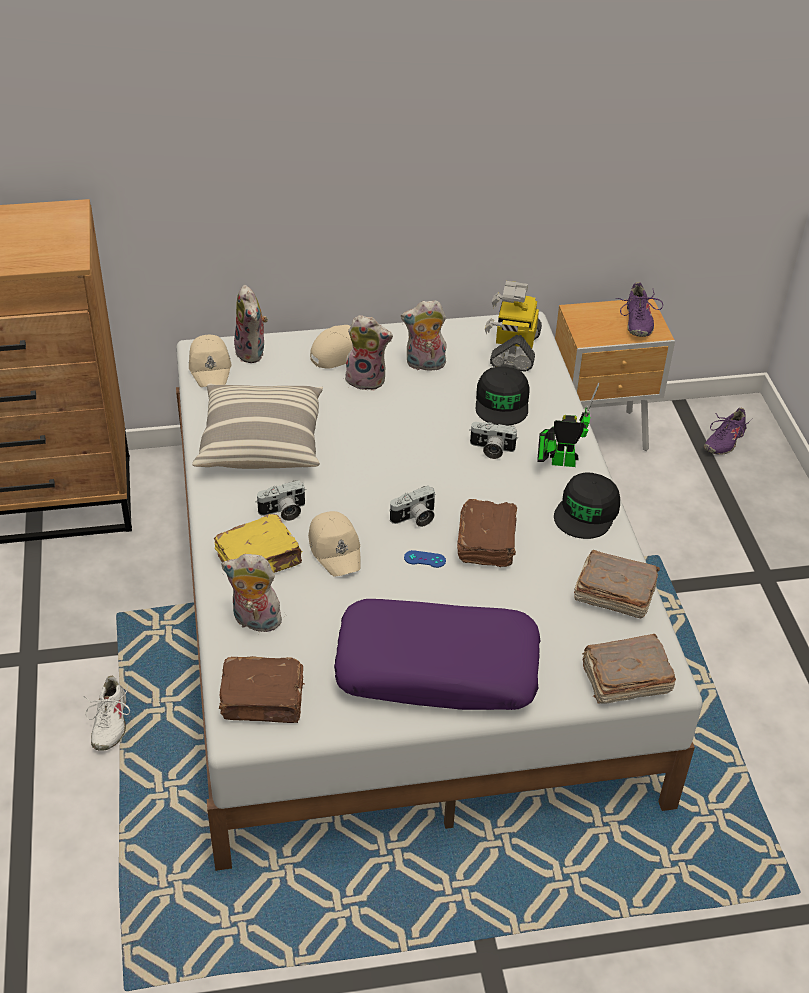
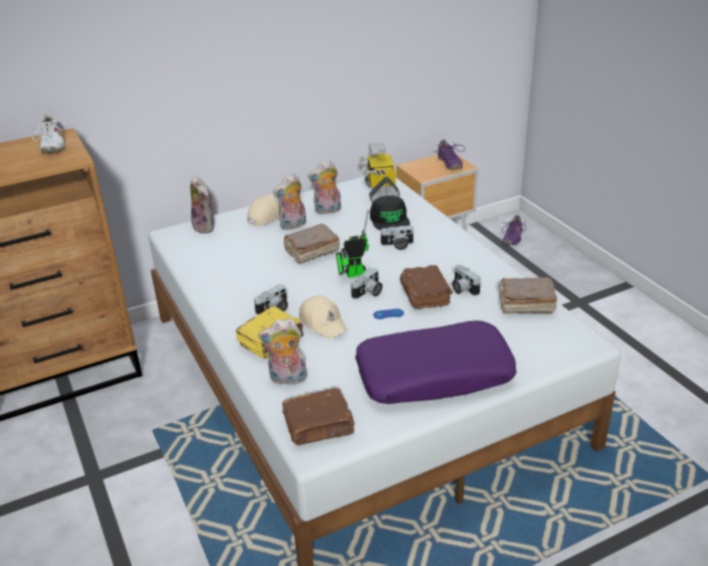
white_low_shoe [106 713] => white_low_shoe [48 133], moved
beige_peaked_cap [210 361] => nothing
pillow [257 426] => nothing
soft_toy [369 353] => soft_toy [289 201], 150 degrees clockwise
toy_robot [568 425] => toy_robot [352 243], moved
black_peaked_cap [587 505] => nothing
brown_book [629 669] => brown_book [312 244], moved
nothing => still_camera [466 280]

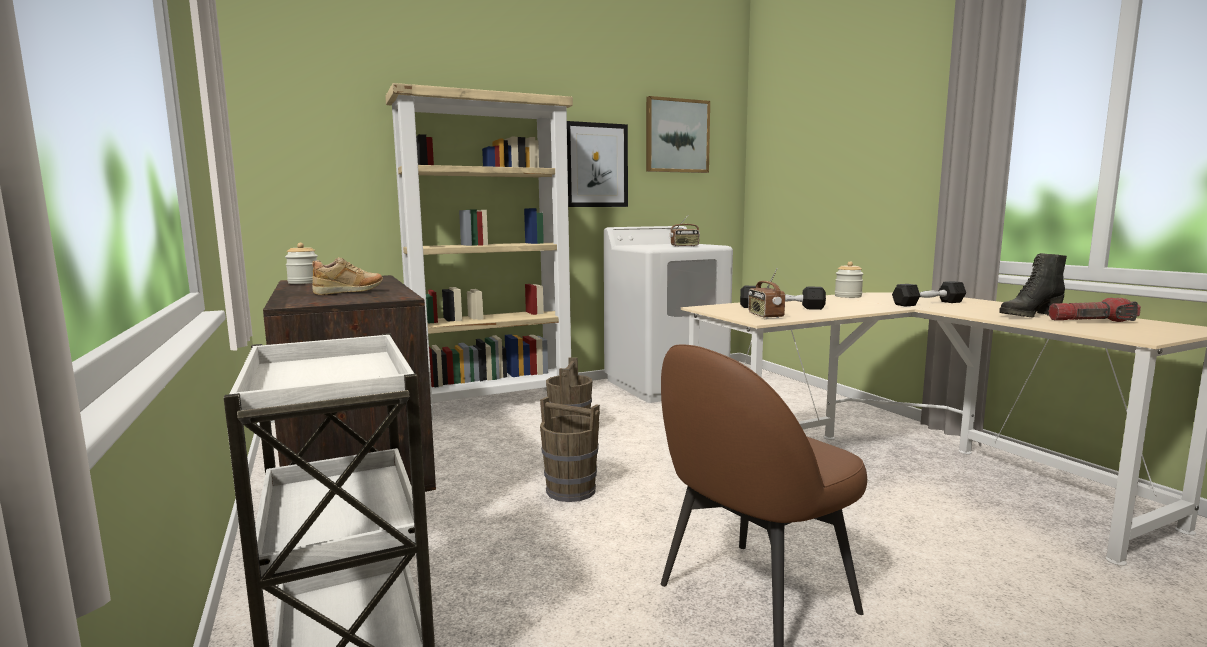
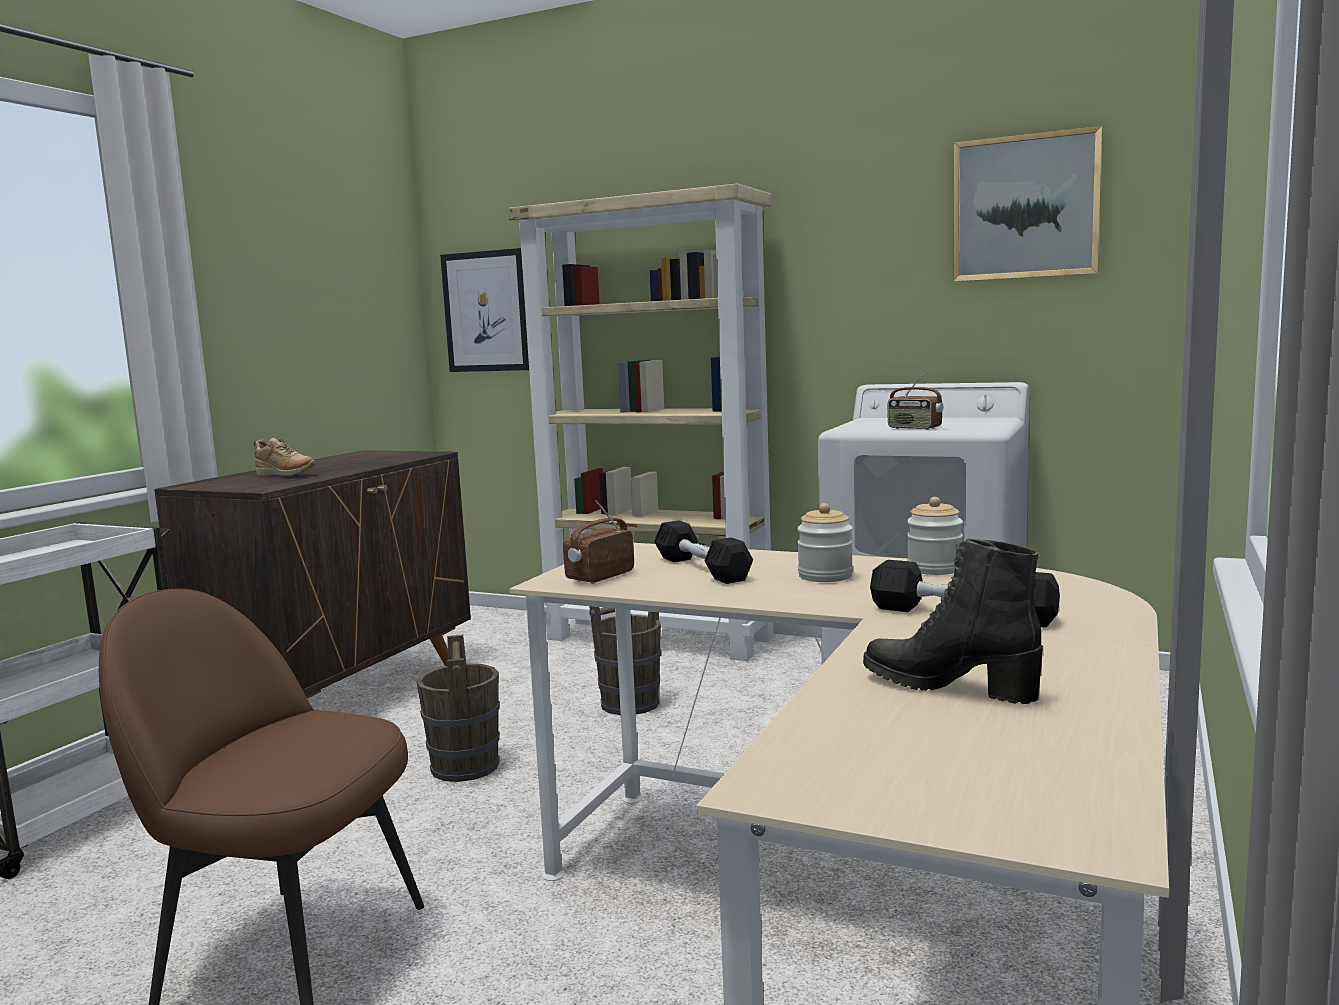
storage_jar [301 263] => storage_jar [825 542], moved
wall_art [597 164] => wall_art [484 310], moved
torch [1095 310] => nothing

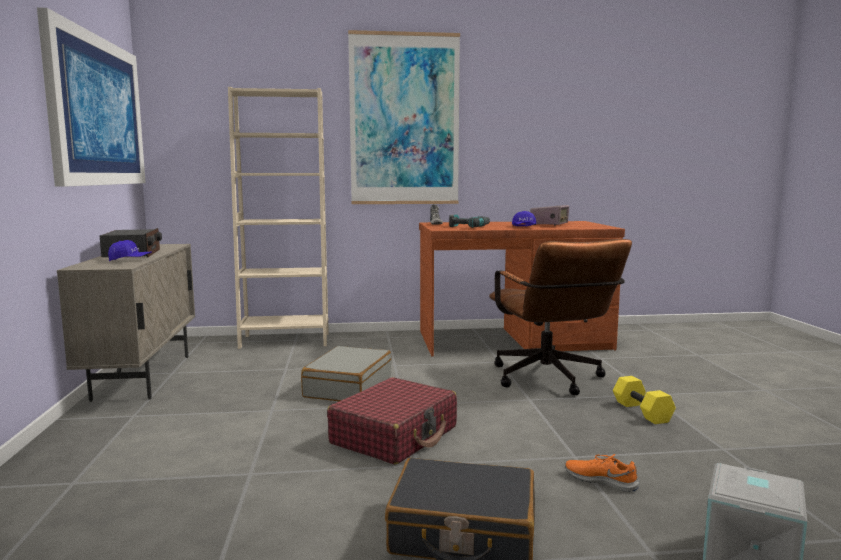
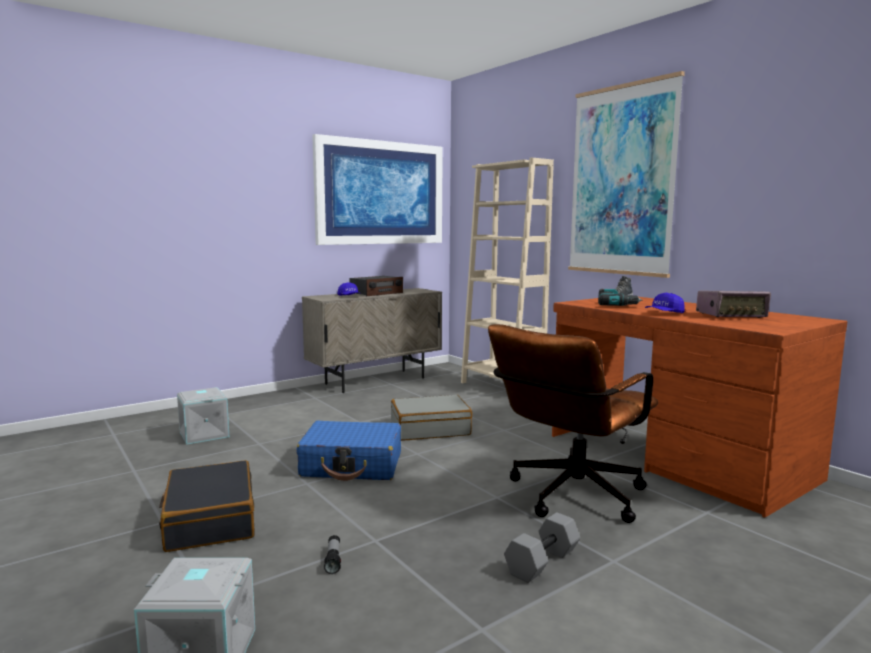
red_suitcase [392 421] => blue_suitcase [348 451]
orangey_low_shoe [602 473] => torch [332 554]
yellow-coloured_free_weight [644 400] => grey_free_weight [542 547]
nothing => grey_storage_container [203 416]

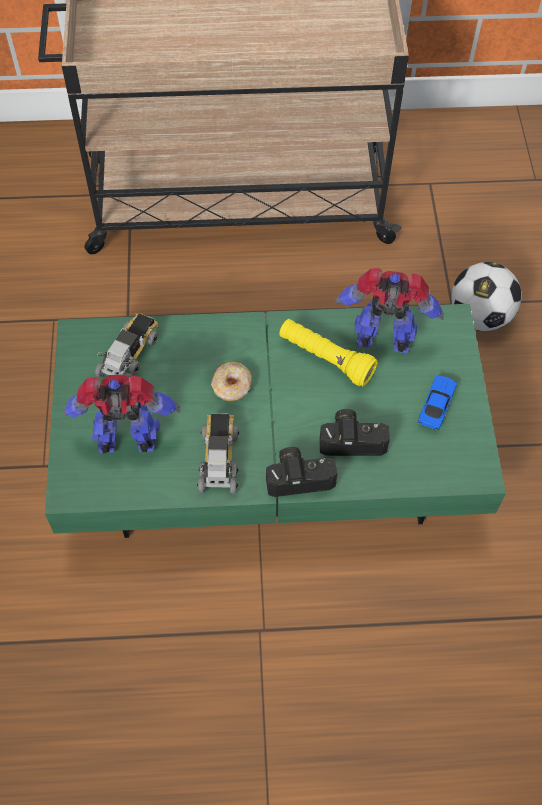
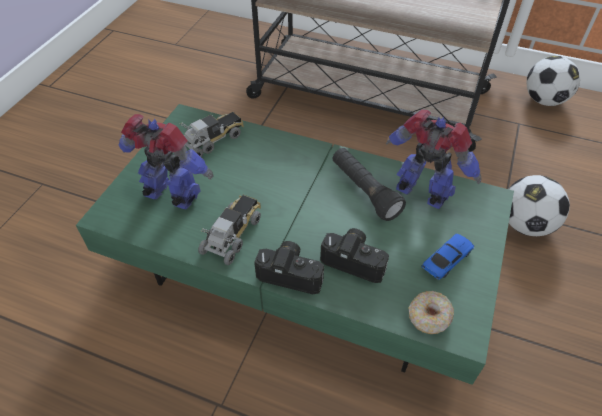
doughnut [231 382] => doughnut [431 312], moved
yellow-coloured_torch [328 352] => black_torch [369 184]
nothing => football_ball [553 81]

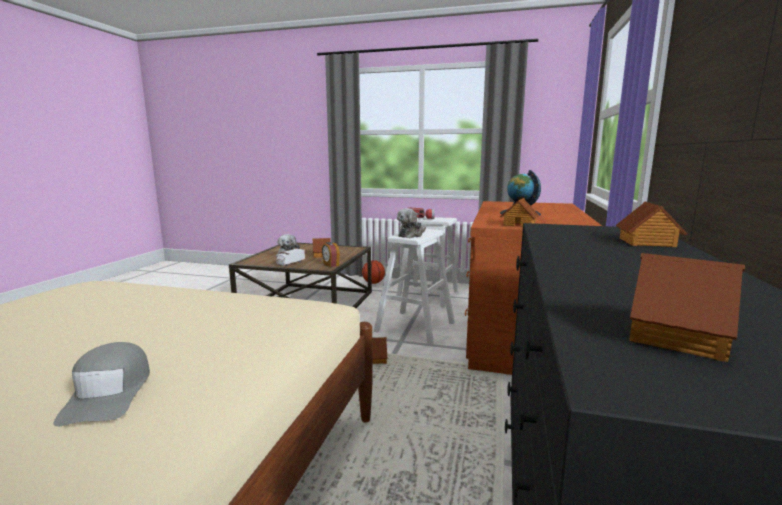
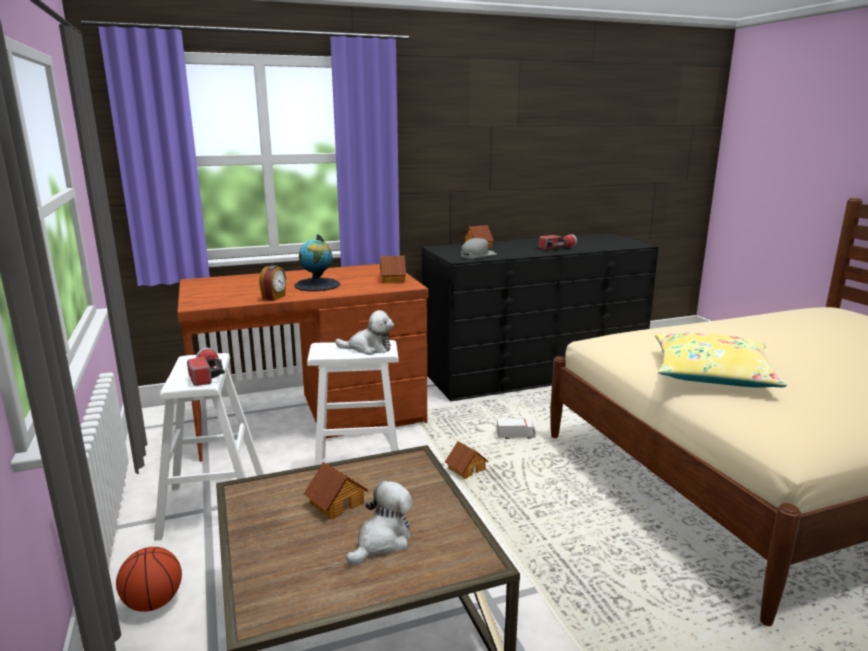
grey_peaked_cap [102 384] => grey_peaked_cap [479 248], moved
model_truck [290 257] => model_truck [516 429], moved
table_clock [331 254] => table_clock [272 283], moved
model_house [687 307] => nothing
nothing => torch [558 242]
nothing => yellow-coloured_pillow [721 360]

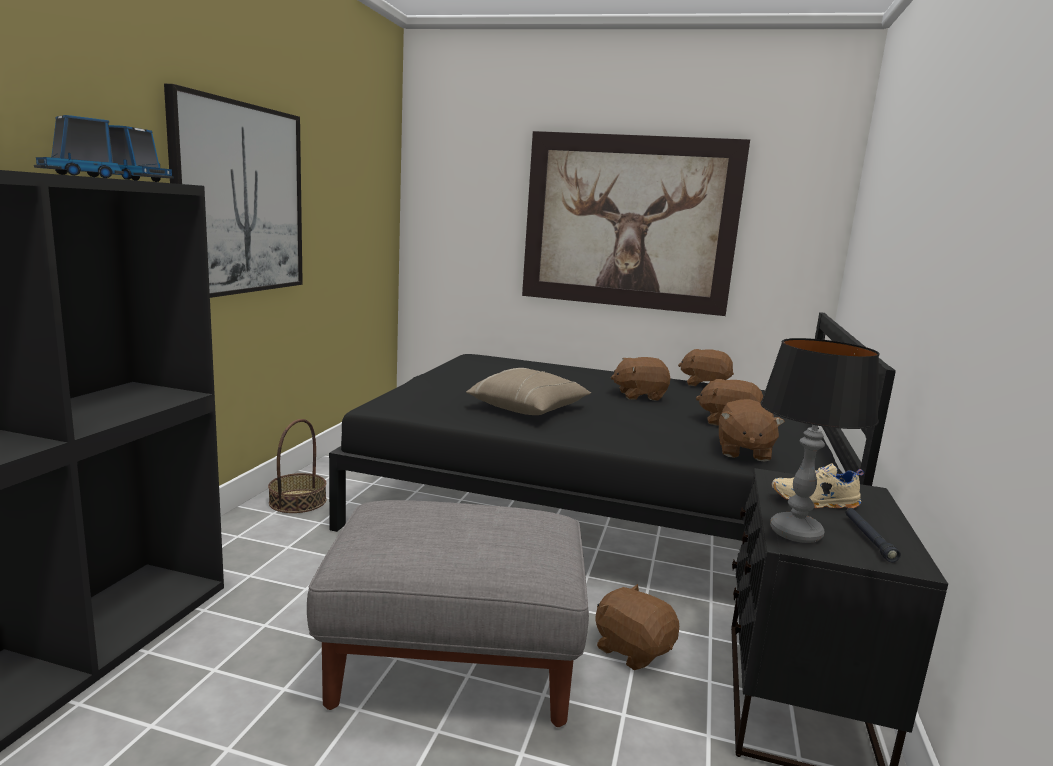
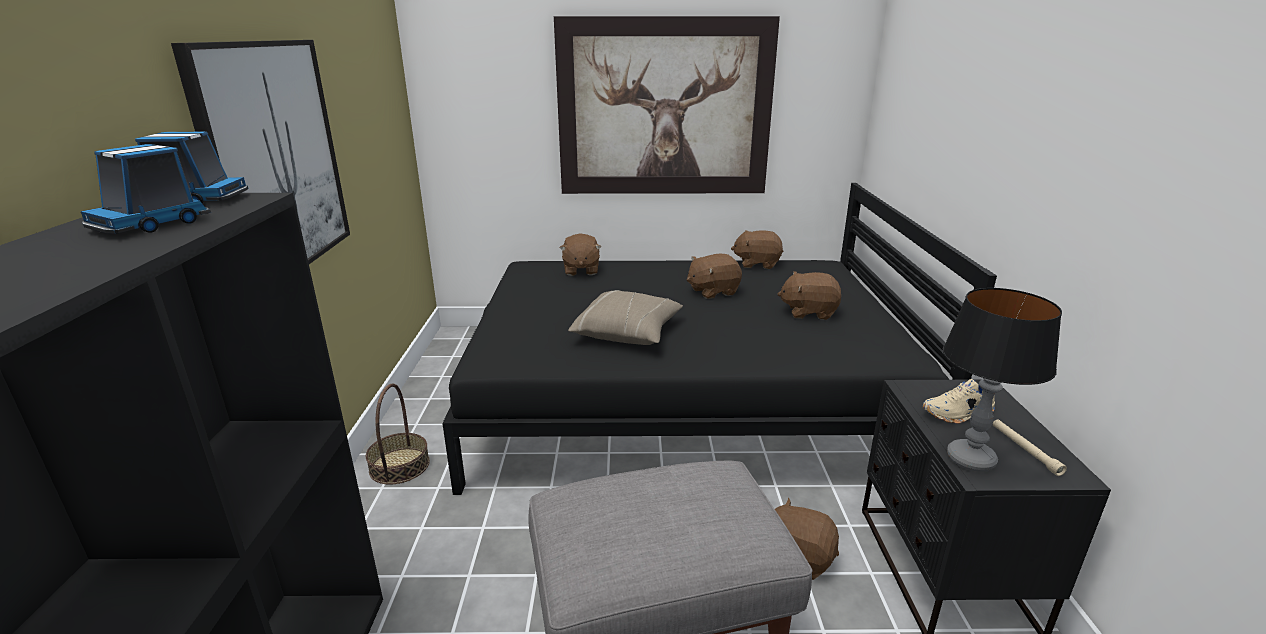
brown_soft_toy [752 430] => brown_soft_toy [580 254], moved
black_torch [873 535] => beige_torch [1030 447]

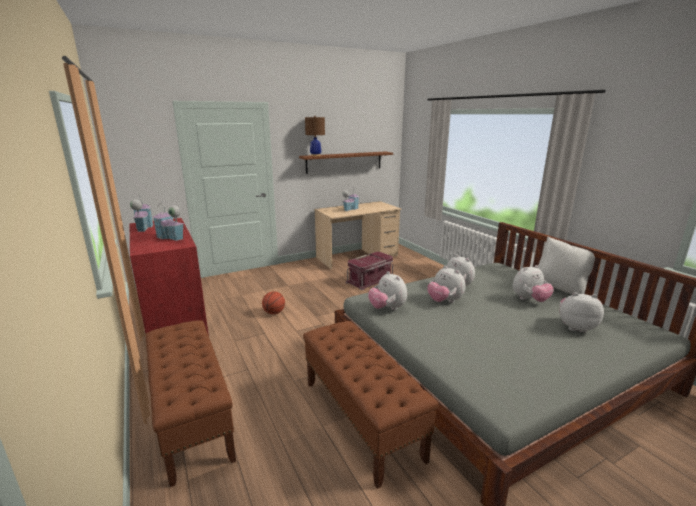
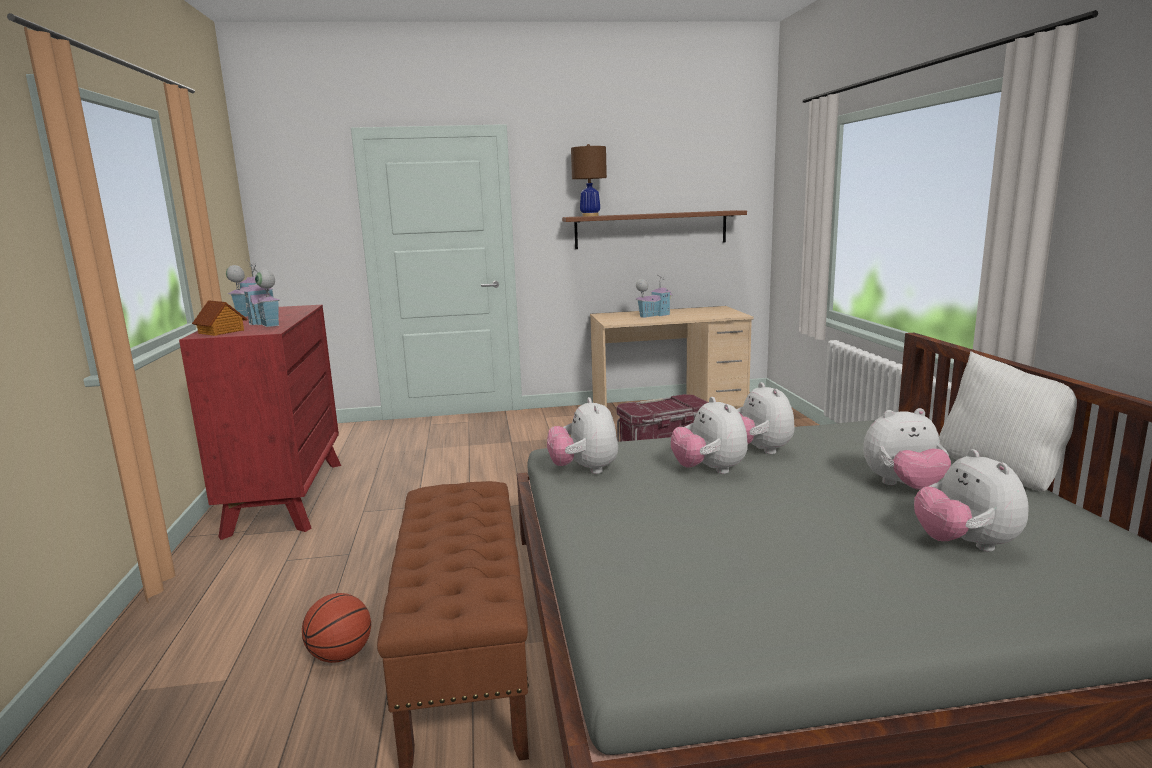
brown_bench [191 403] => nothing
basketball [273 302] => basketball [336 628], moved
soft_toy [581 312] => soft_toy [971 500], 135 degrees counterclockwise
nothing => model_house [219 318]

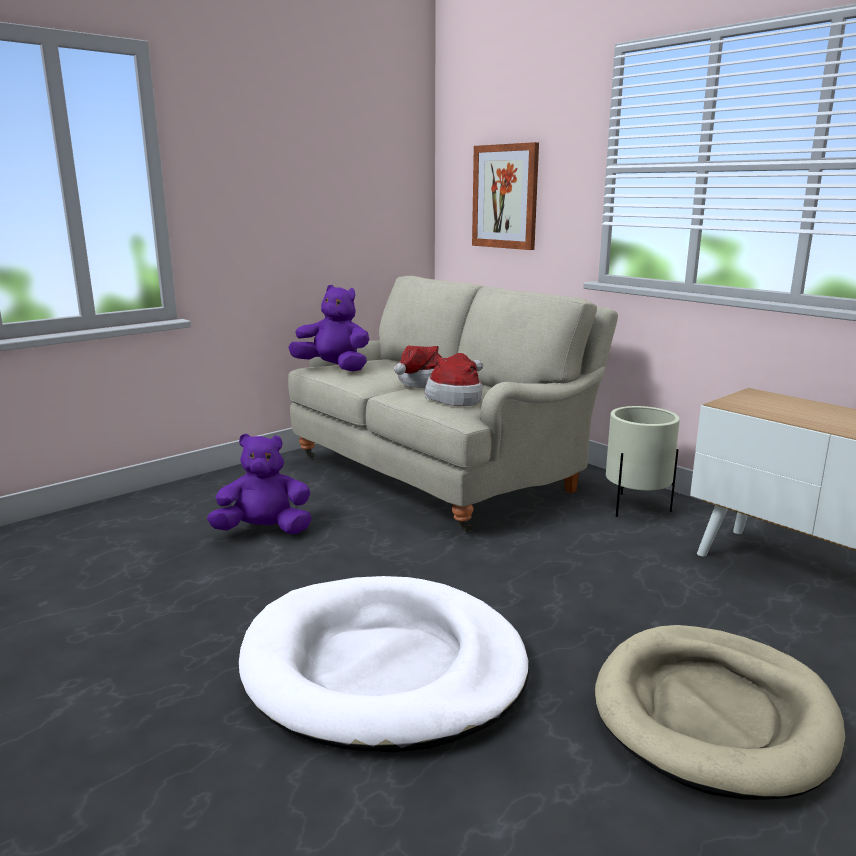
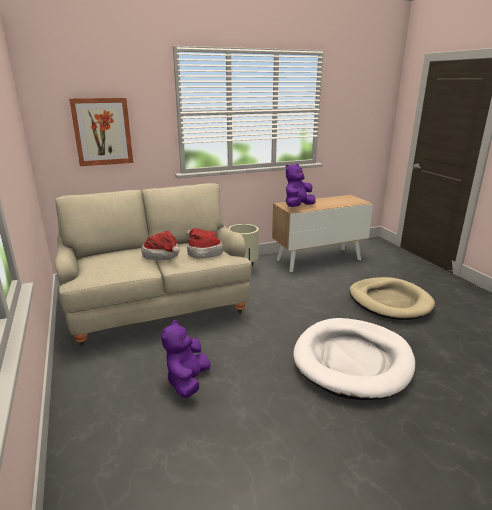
purple_soft_toy [328 328] => purple_soft_toy [301 185], moved

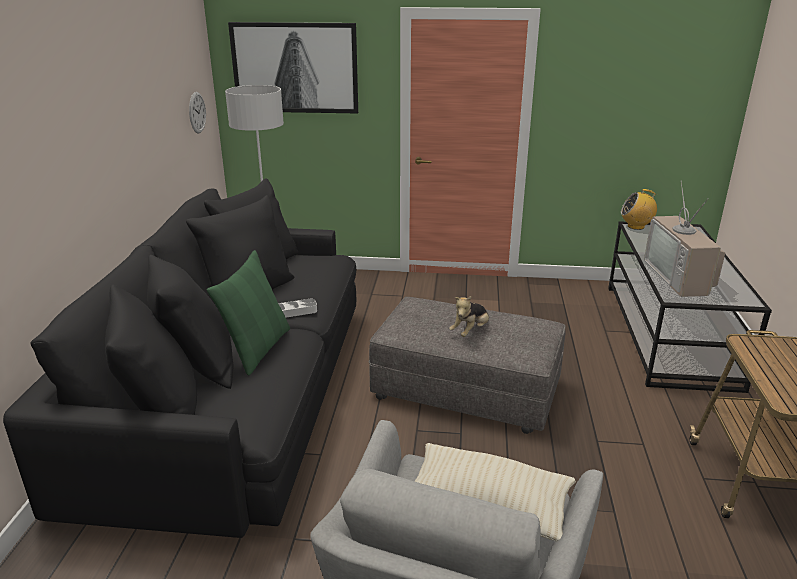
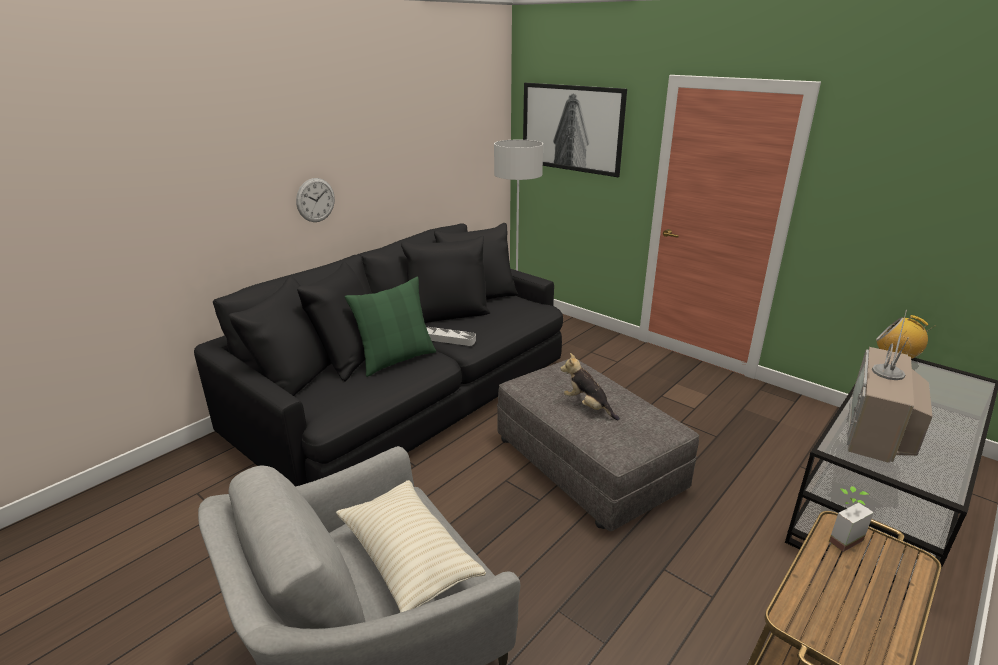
wall_clock [197 113] => wall_clock [315 200], moved
soft_toy [469 316] => soft_toy [590 386], 60 degrees clockwise
nothing => plant_in_a_pot [851 519]

